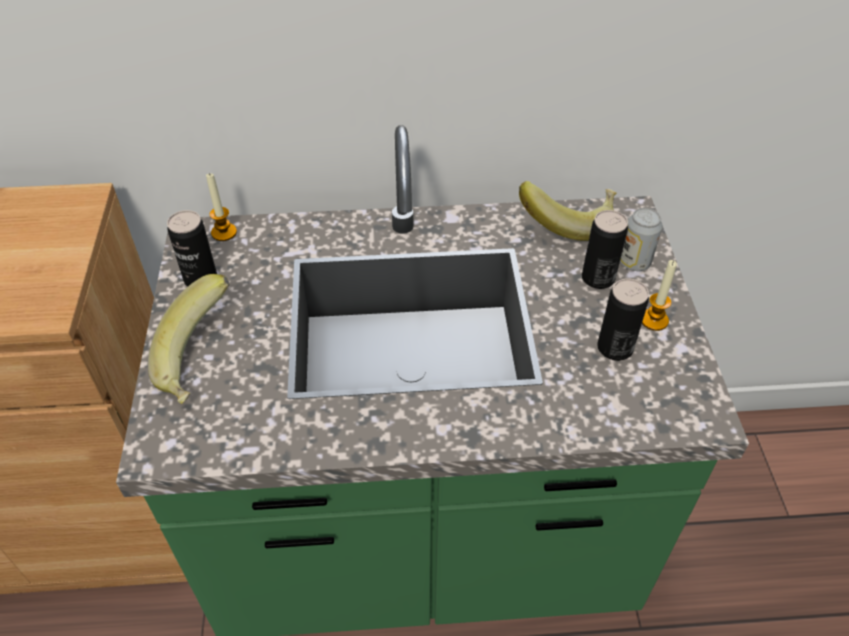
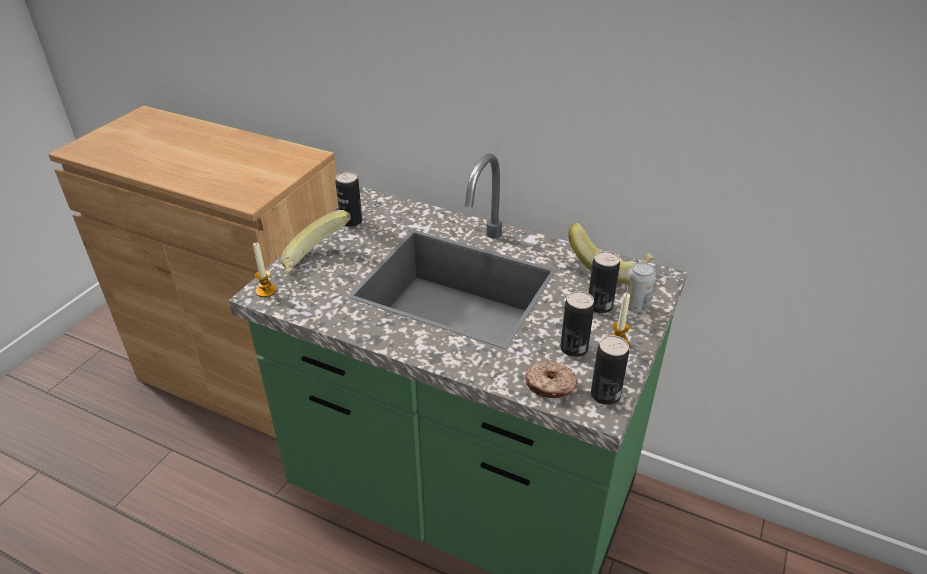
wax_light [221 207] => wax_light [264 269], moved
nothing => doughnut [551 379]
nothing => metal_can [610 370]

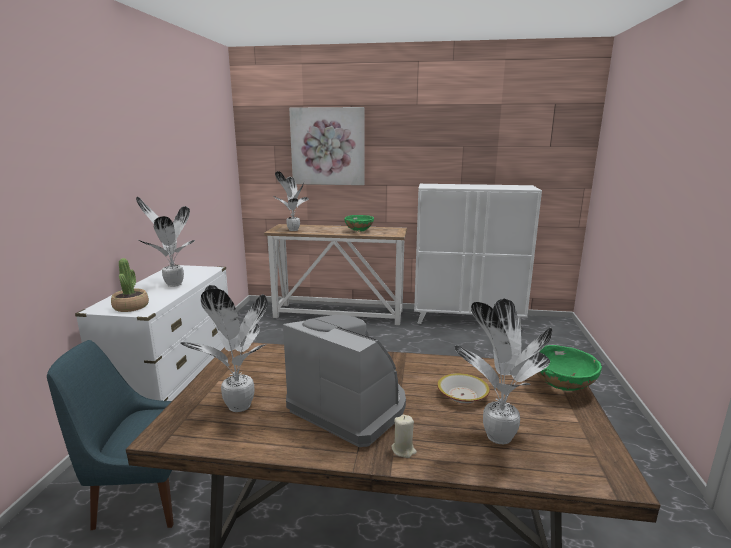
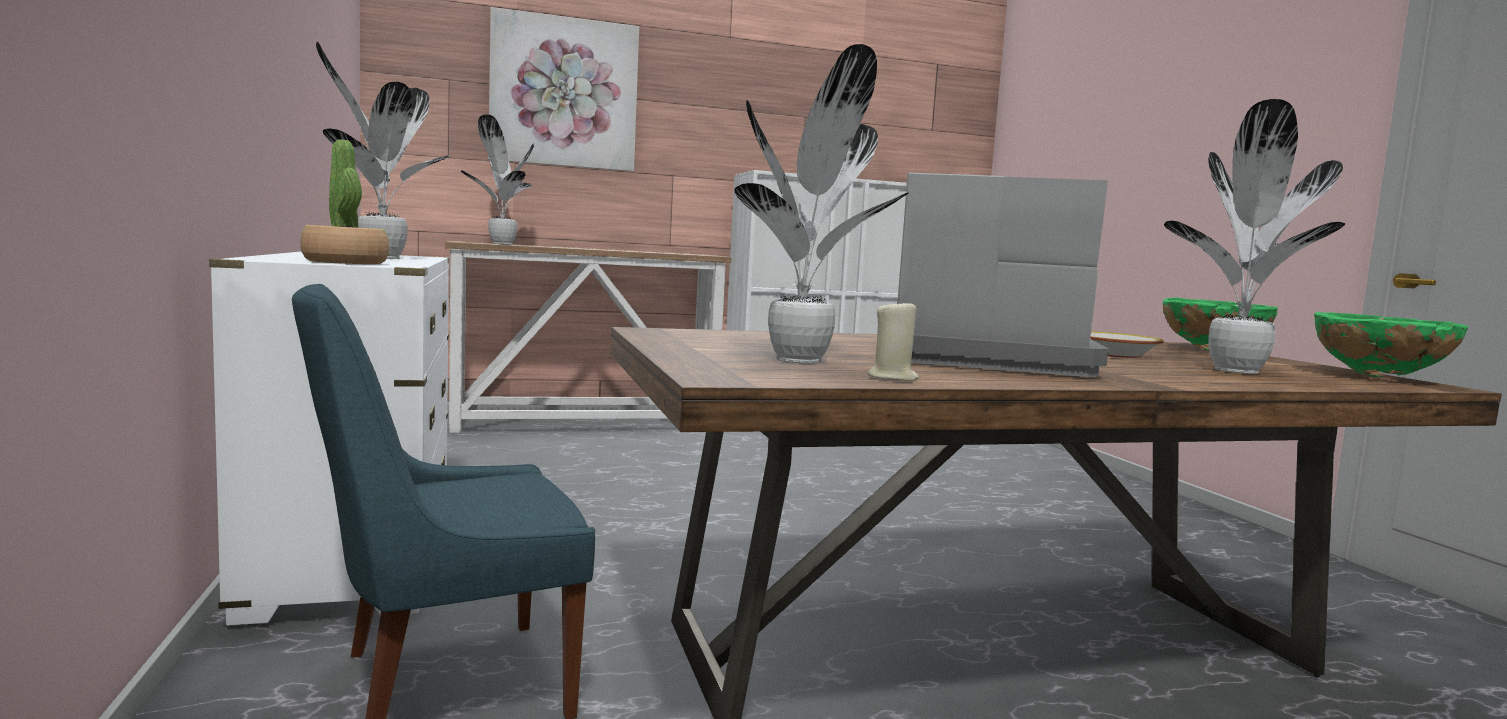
greenish_deep_dish [359 223] => greenish_deep_dish [1391 344], moved
beige_wax_light [404 436] => beige_wax_light [893 339], moved

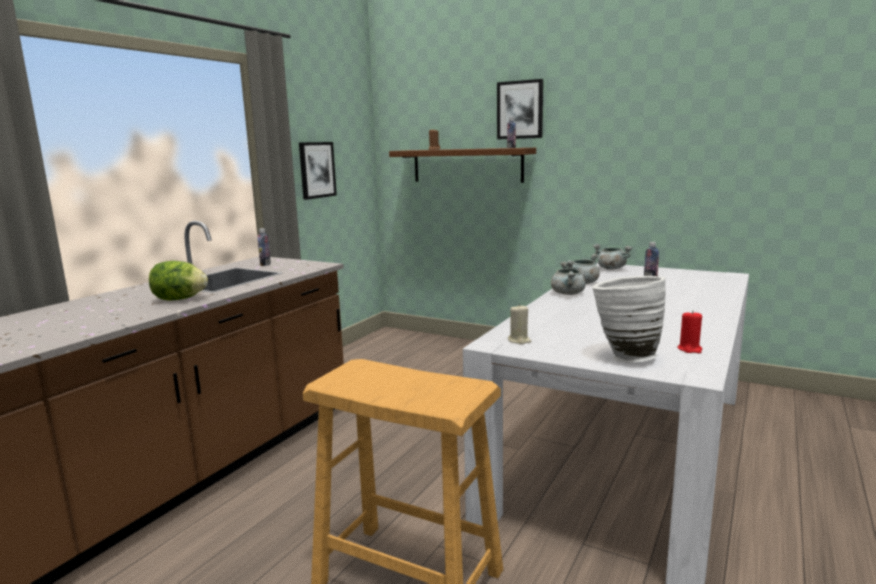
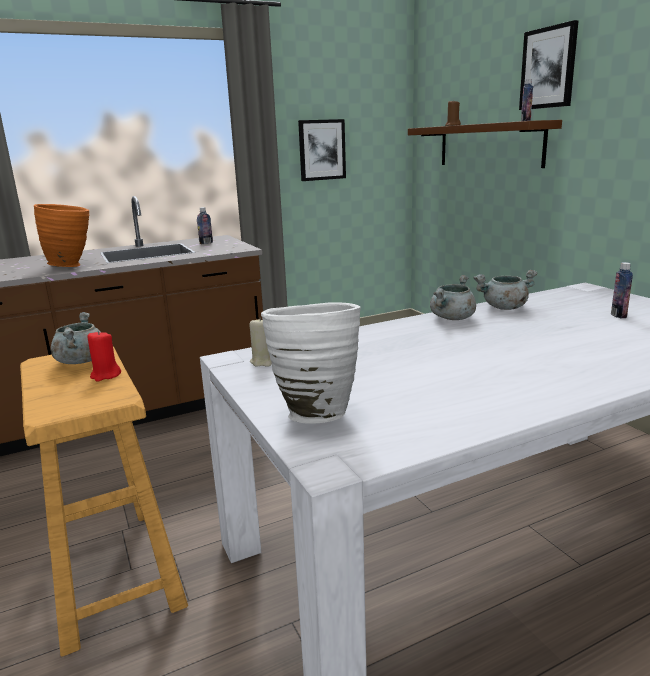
lettuce_head [178 281] => orangey_vase [62 235]
grey_saucepot [613 257] => grey_saucepot [76 338], moved
red_wax_light [690 331] => red_wax_light [104 356], moved

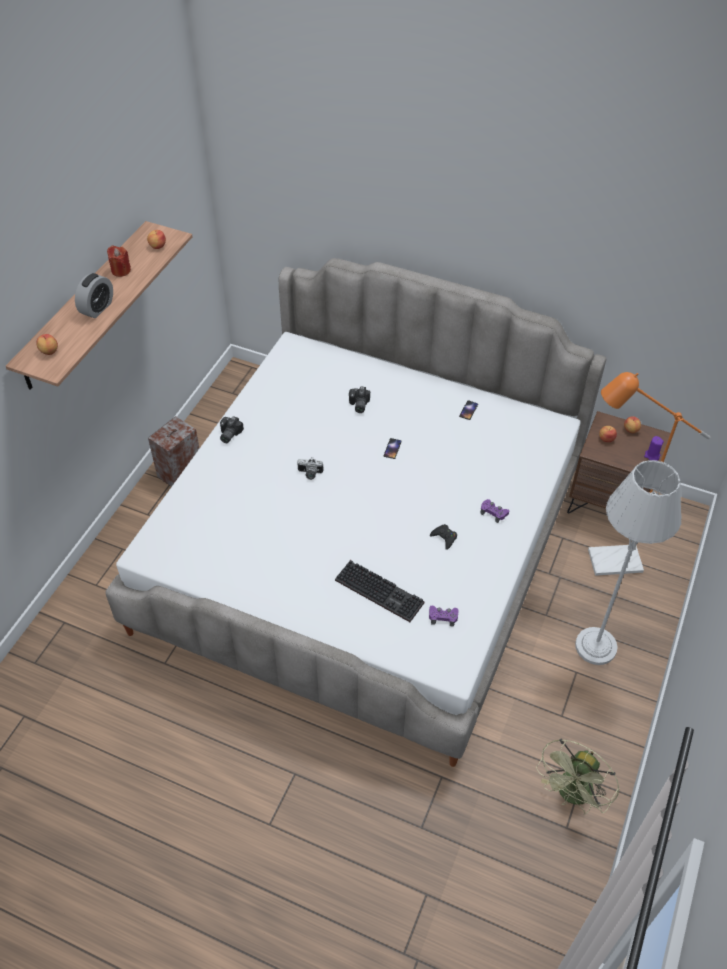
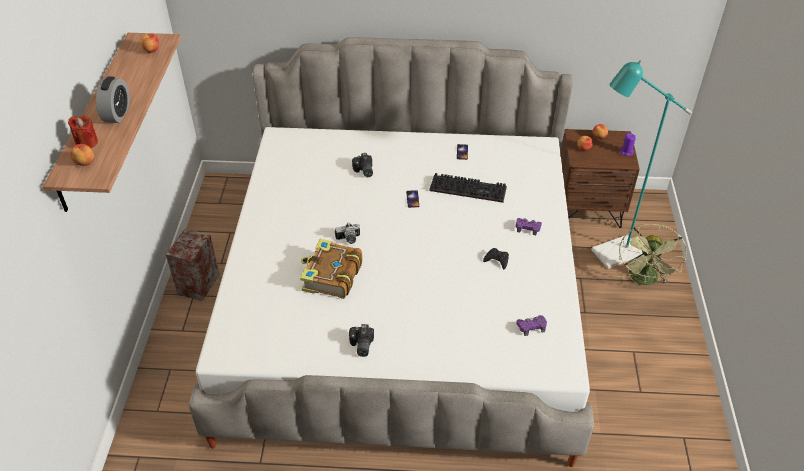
red_wax_light [119 261] => red_wax_light [83 131], moved
still_camera [232 429] => still_camera [361 340], moved
keyboard [379 591] => keyboard [468 188], moved
greenish_cooling_fan [577 777] => greenish_cooling_fan [652 254], moved
grey_standard_lamp [628 562] => nothing
orangey_standard_lamp [649 474] => blue-green_standard_lamp [641 164]
nothing => book [331 269]

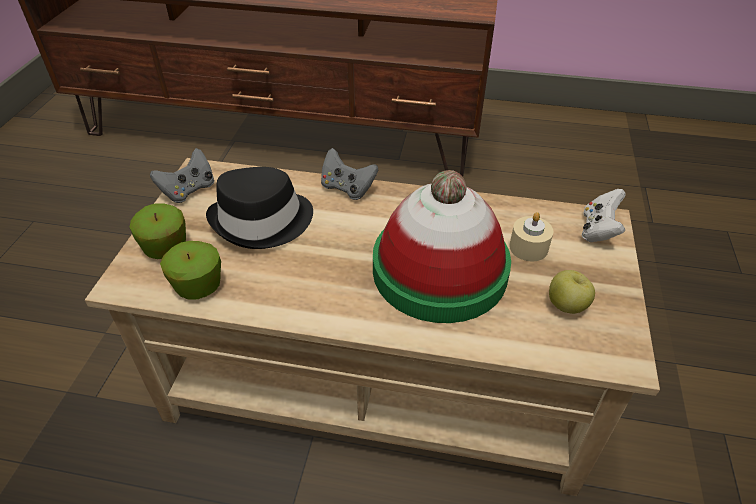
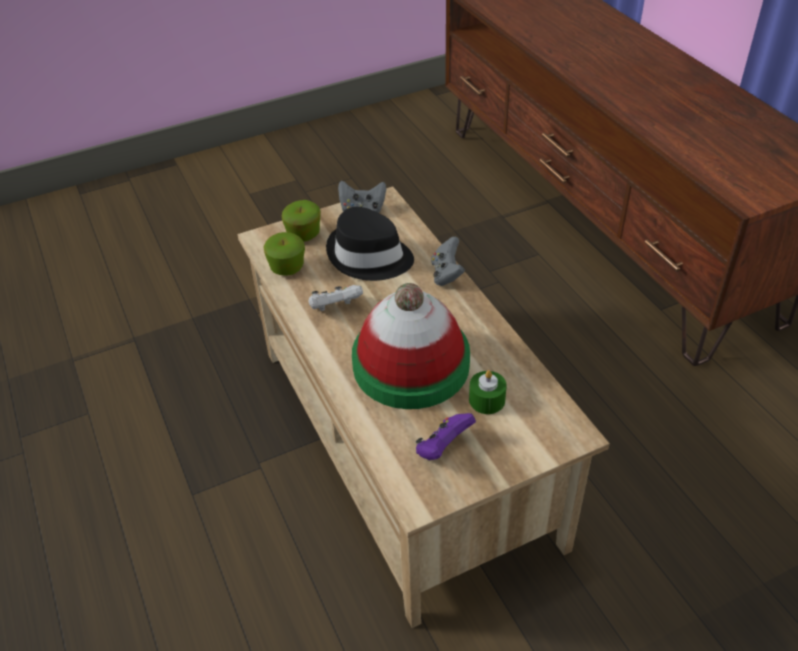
beige_wax_light [531 236] => greenish_wax_light [488 392]
whole_apple [572 292] => purple_gamepad [446 436]
white_gamepad [603 215] => white_gamepad [336 298], moved

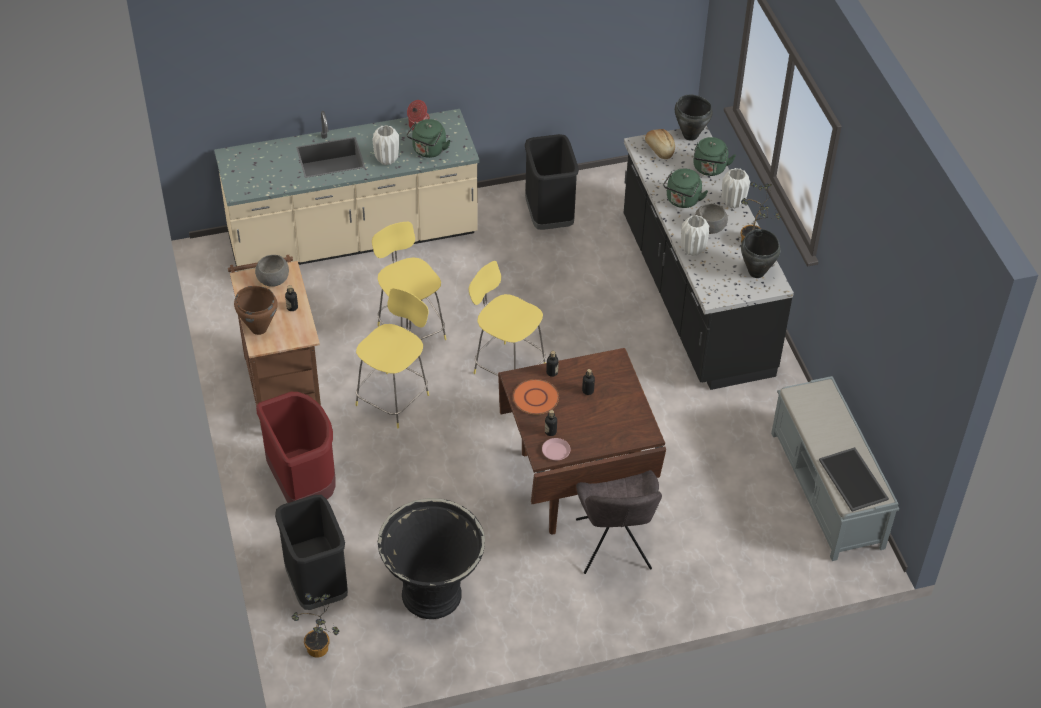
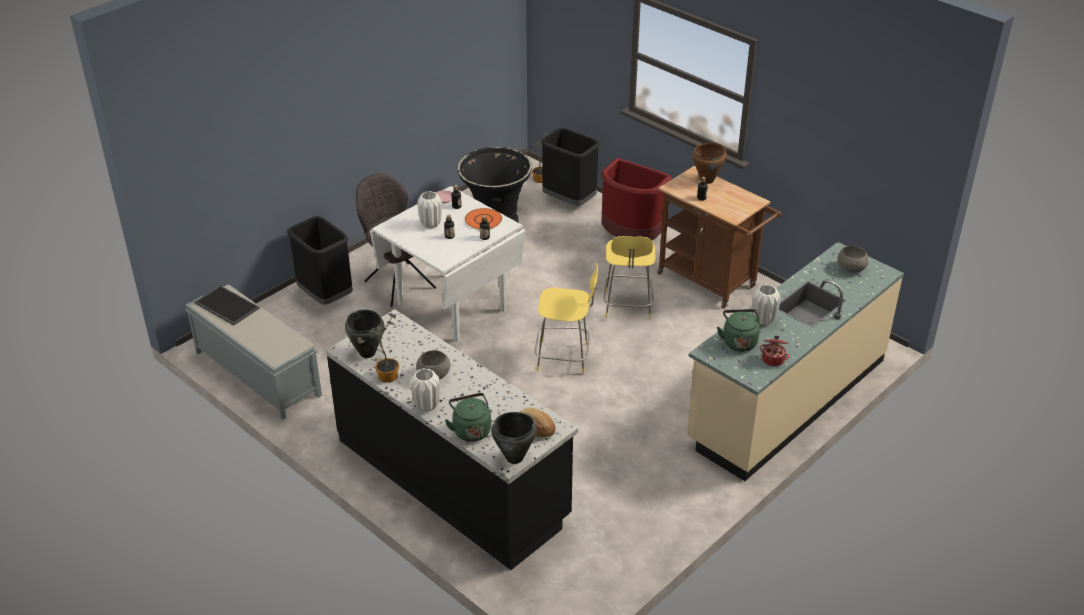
grey_deep_dish [272 271] => grey_deep_dish [852 259], moved
yellow-coloured_sitting_stool [409 281] => nothing
brown_kitchen_table [582 441] => white_kitchen_table [448 264]
black_trash_can [552 182] => black_trash_can [320 260], moved
greenish_tea_kettle [685 188] => nothing
white_vase [695 235] => white_vase [429 210], moved

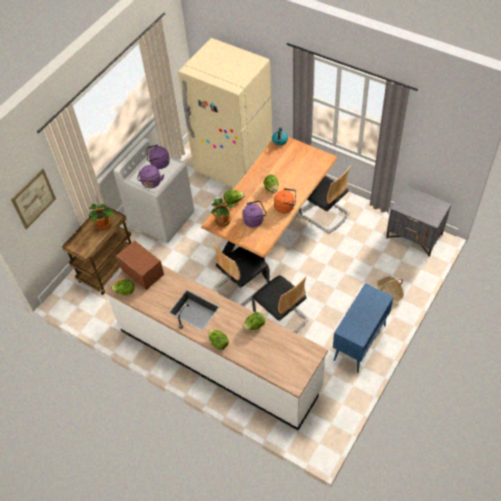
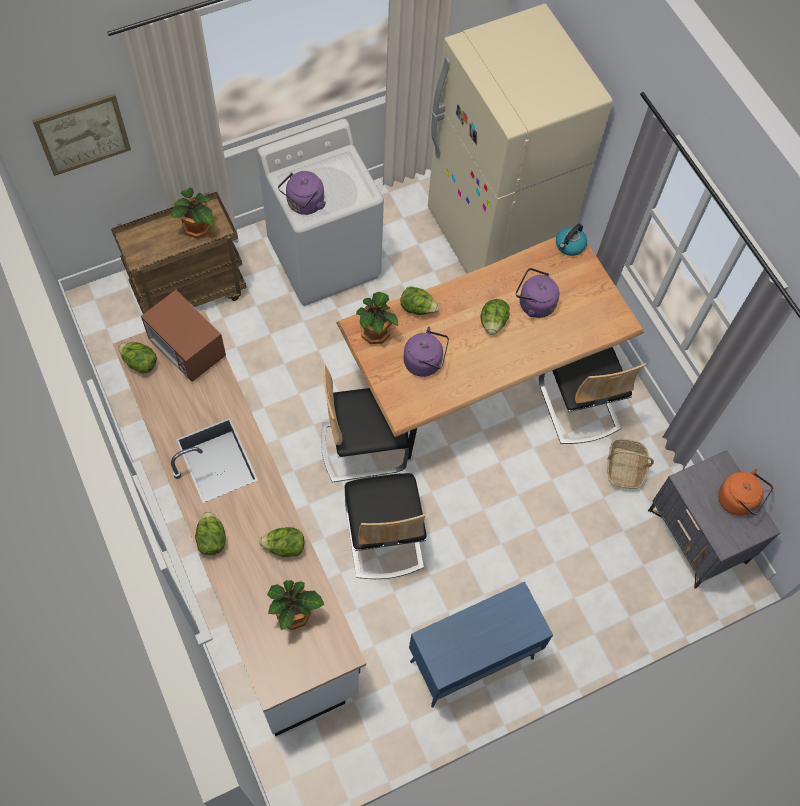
microwave_oven [140 265] => microwave_oven [183 336], 150 degrees clockwise
purple_tea_kettle [158 157] => purple_tea_kettle [537 293], moved
orangey_tea_kettle [285 201] => orangey_tea_kettle [745 492], moved
basket [390 289] => basket [630 464], moved
nothing => plant_in_a_pot [296 605]

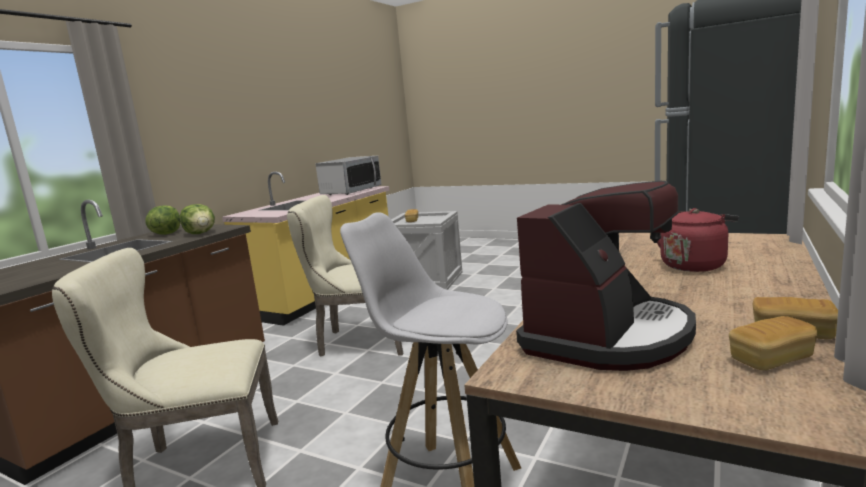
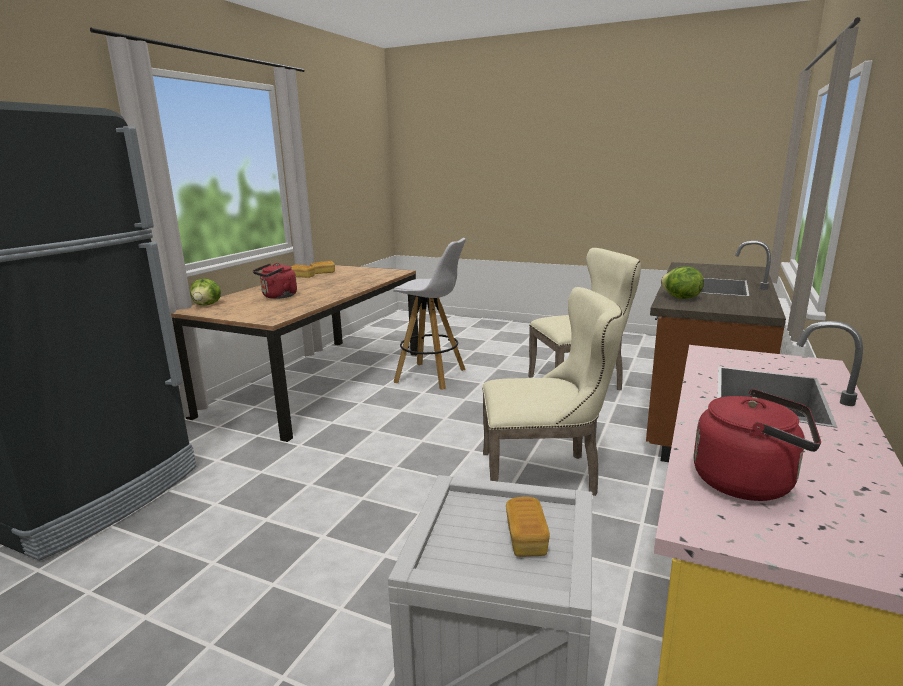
lettuce_head [163 220] => lettuce_head [205 292], moved
microwave_oven [348 175] => red_tea_kettle [757 445]
coffee_machine [606 276] => nothing

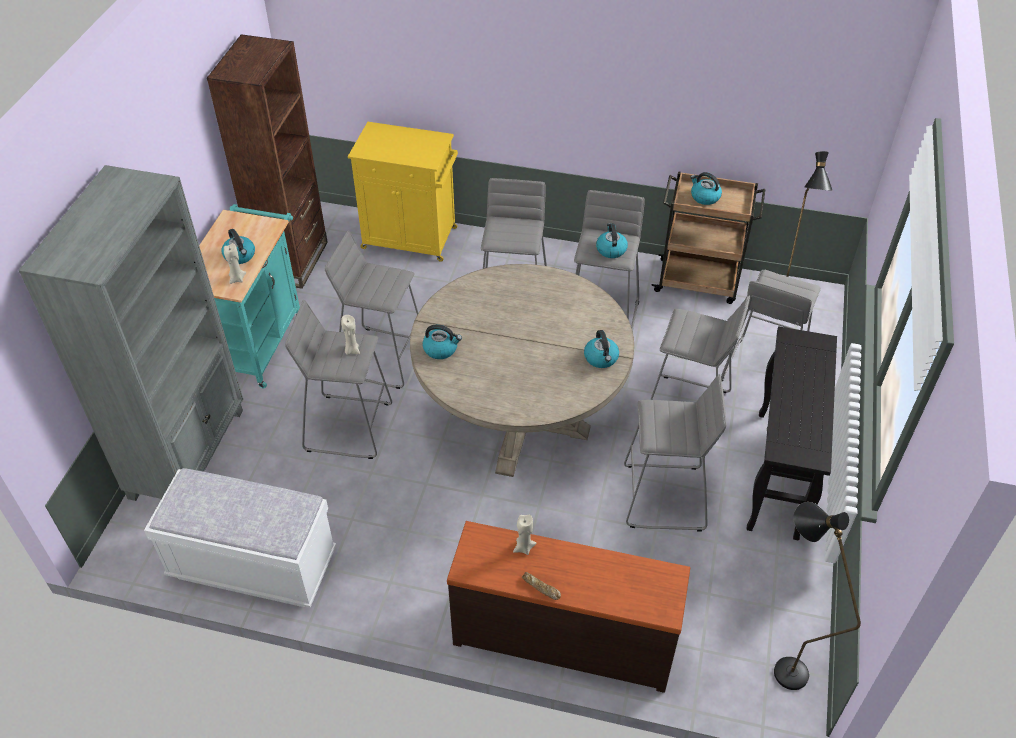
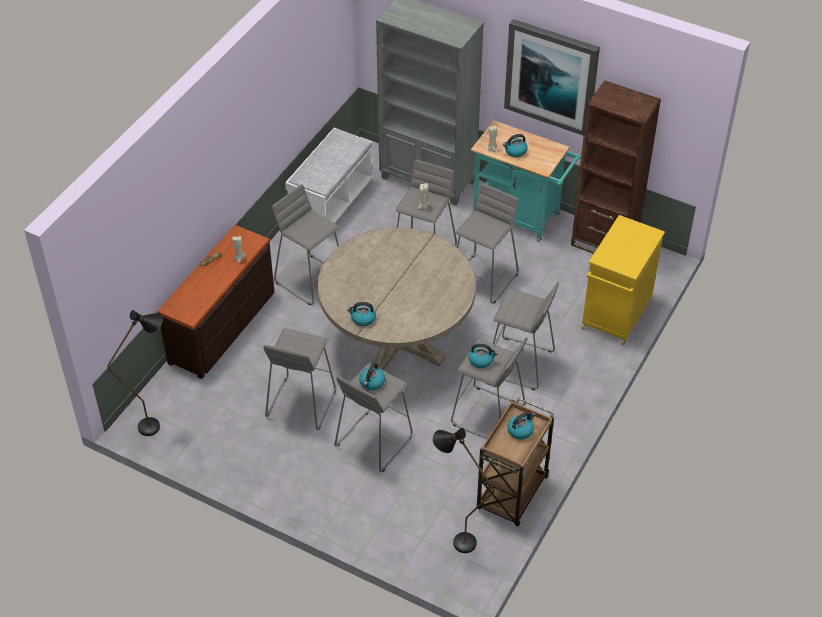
tea_kettle [442 342] => tea_kettle [372 376], moved
grey_sitting_stool [771 325] => grey_sitting_stool [305 245], moved
black_narrow_table [791 433] => nothing
nothing => wall_art [552 77]

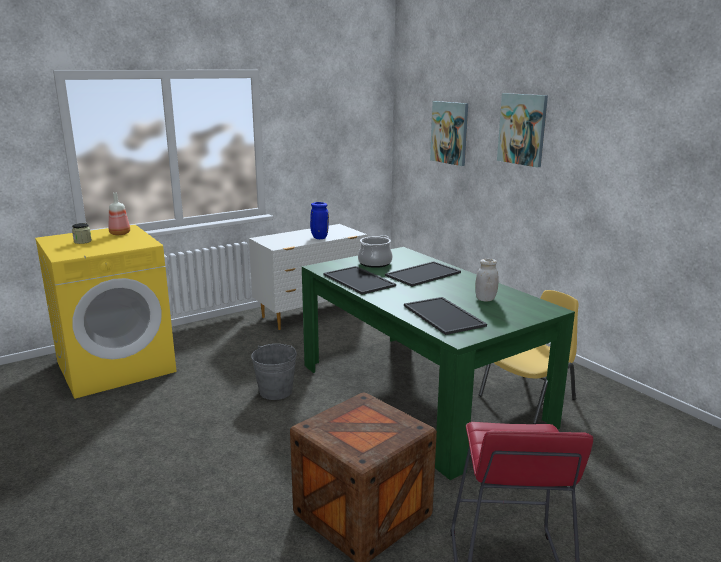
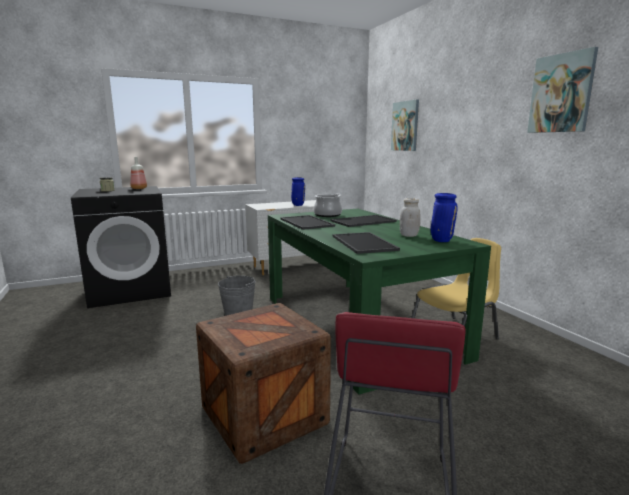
yellow-coloured_laundry_appliance [105 312] => black_laundry_appliance [121 247]
wall_art [522 130] => wall_art [562 90], moved
nothing => blue_vase [444 217]

